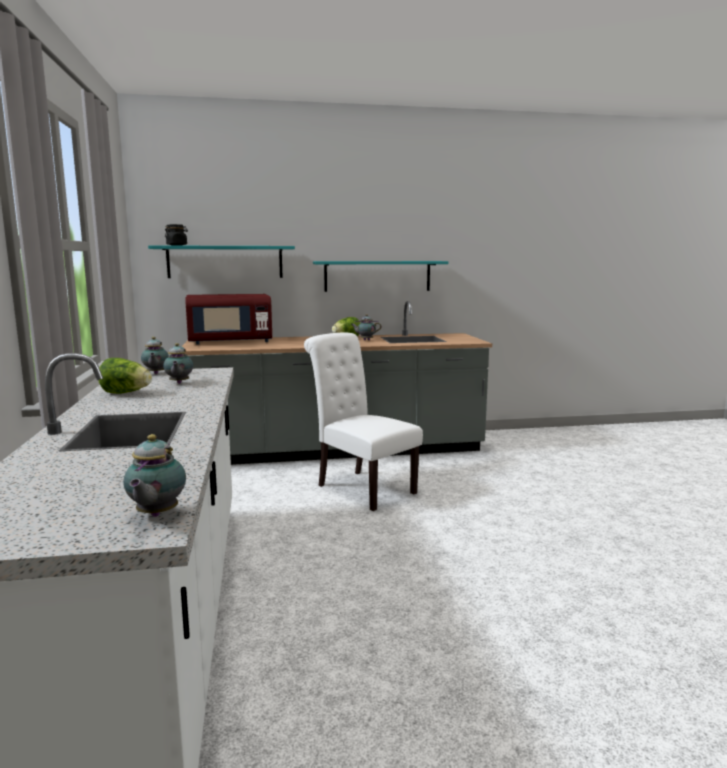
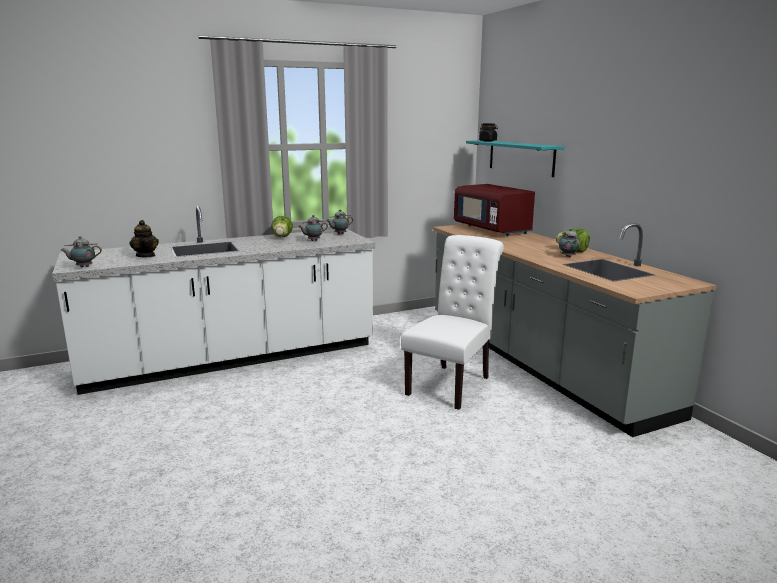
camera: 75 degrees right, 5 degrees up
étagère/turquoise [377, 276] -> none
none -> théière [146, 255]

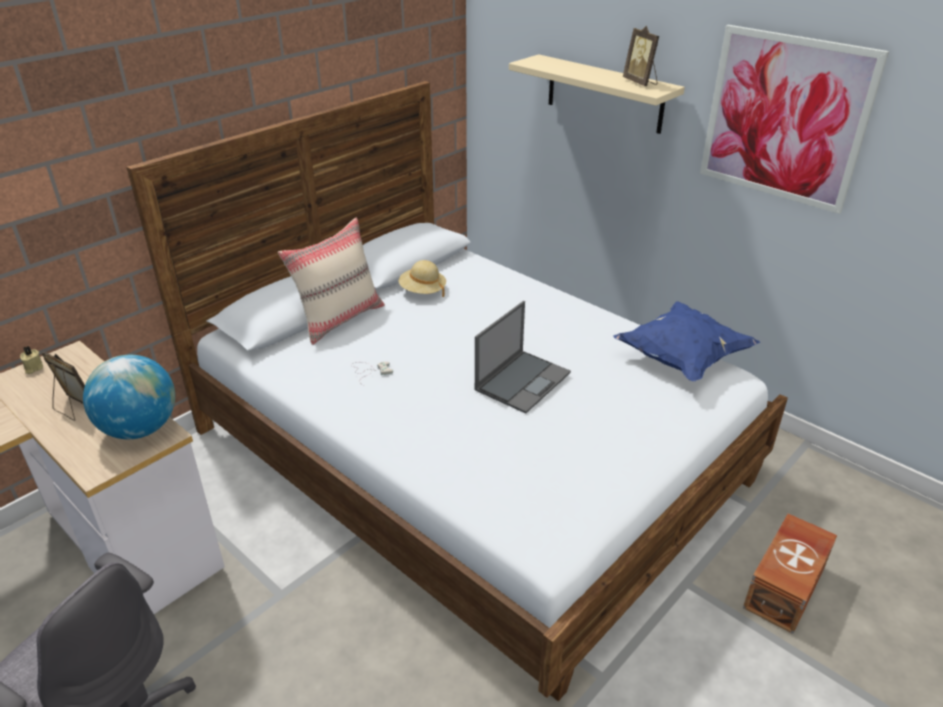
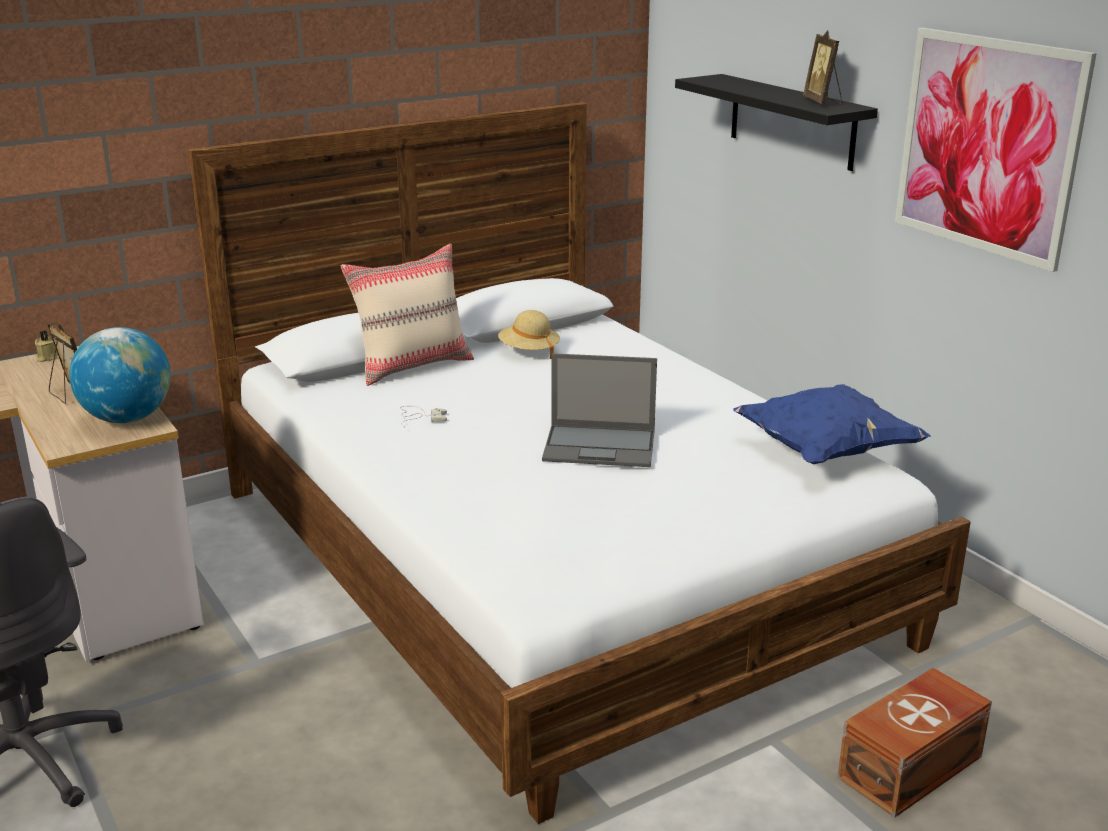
camera: 15 degrees right, 10 degrees down
étagère/beige [604, 94] -> étagère/noir [792, 121]
ordinateur portable [523, 380] -> ordinateur portable [601, 446], 45 degrees clockwise

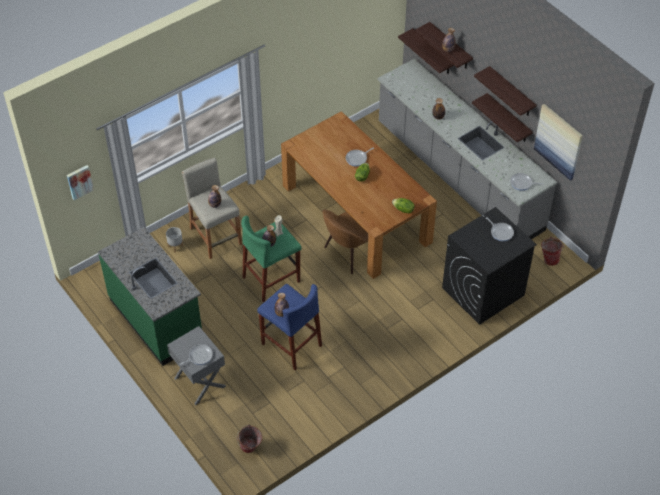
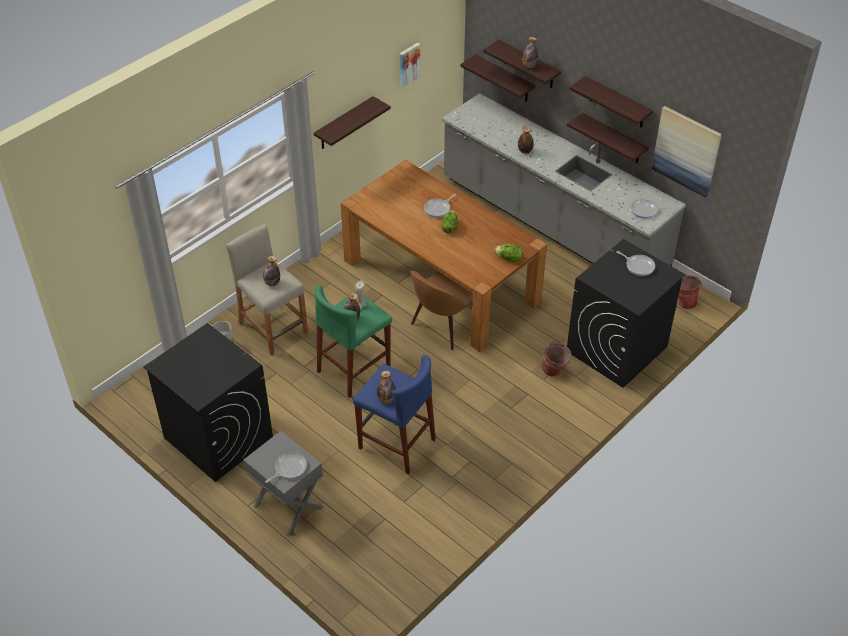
camera: 10 degrees left, 5 degrees down
none -> étagère [344, 124]
tableau [79, 181] -> tableau [408, 64], relocated
seau [250, 449] -> seau [554, 372], relocated
comptoir de cuisine/vert [157, 319] -> lave-linge/noir [217, 437]

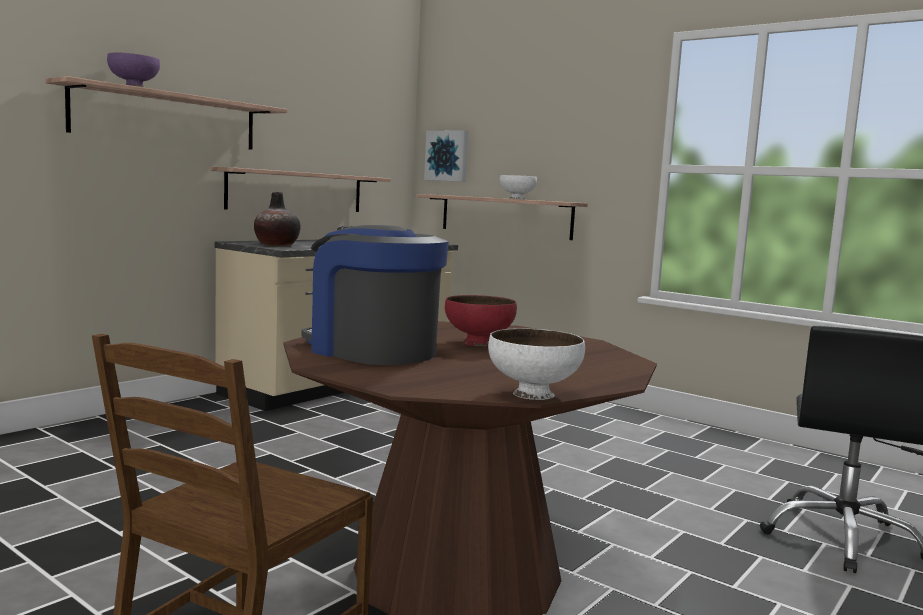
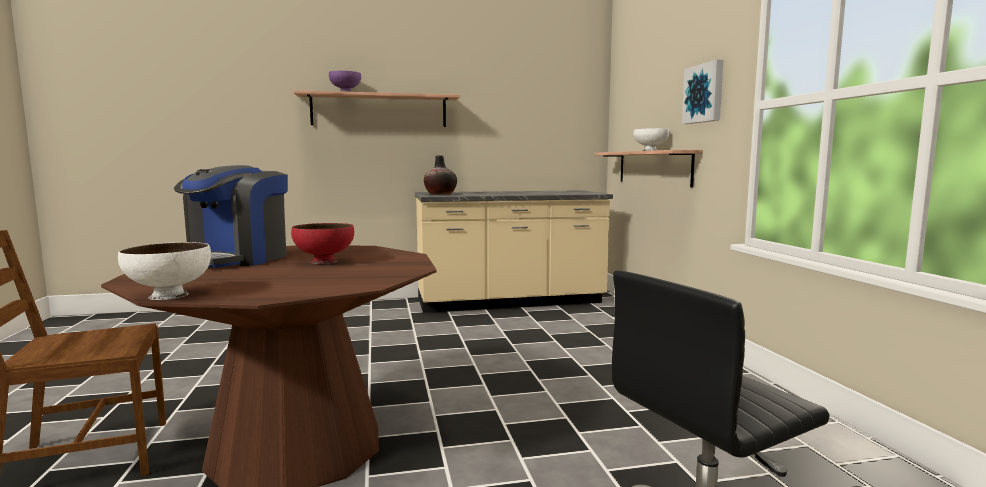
camera: 40 degrees right, 0 degrees up
étagère [297, 191] -> none
tableau [447, 156] -> tableau [704, 93], relocated
machine à café [371, 350] -> machine à café [237, 259], 150 degrees counterclockwise

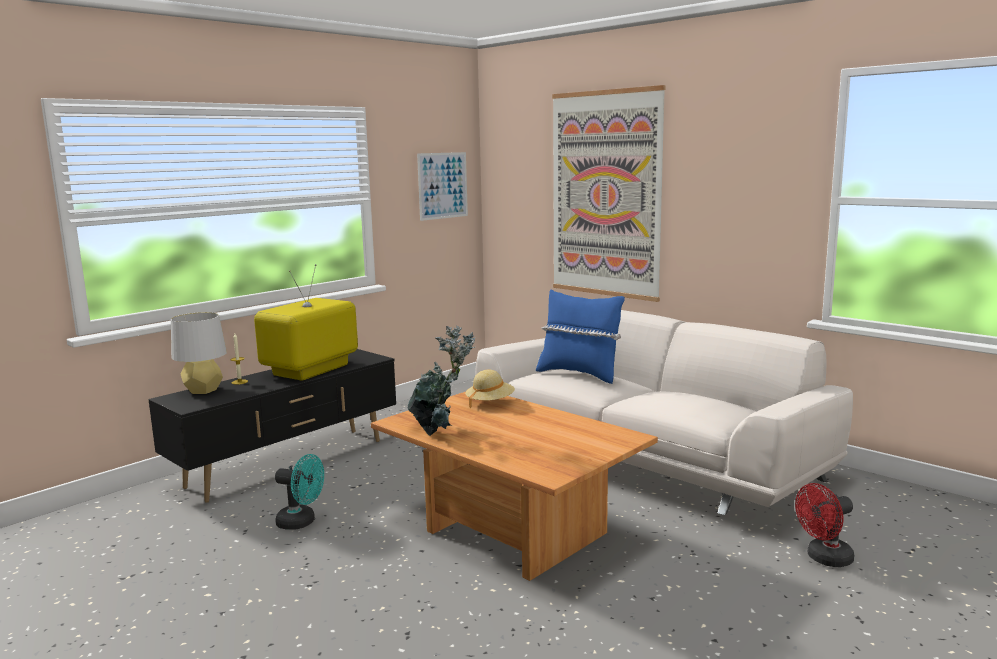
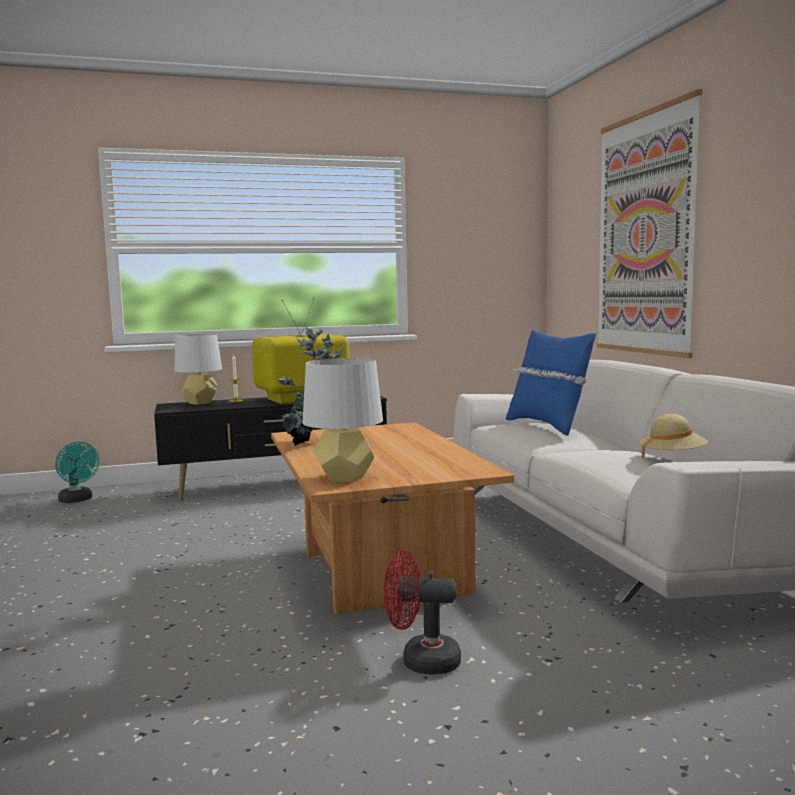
camera: 30 degrees right, 5 degrees down
tableau [443, 185] -> none
none -> lampe de table/gris [344, 478]
ventilateur/turquoise [301, 522] -> ventilateur/turquoise [78, 500], relocated
chapeau/beige [490, 402] -> chapeau/beige [672, 457], relocated
ventilateur/rouge [824, 559] -> ventilateur/rouge [421, 661], relocated

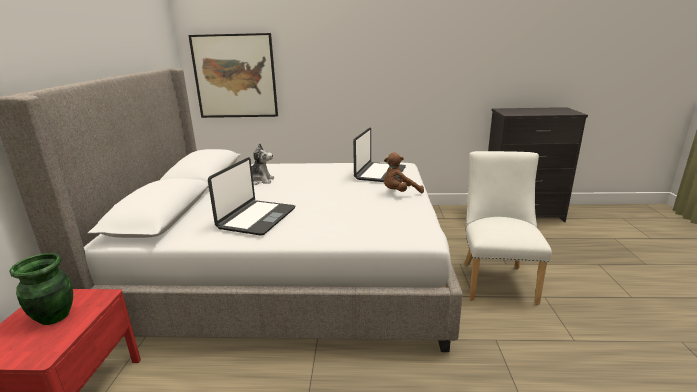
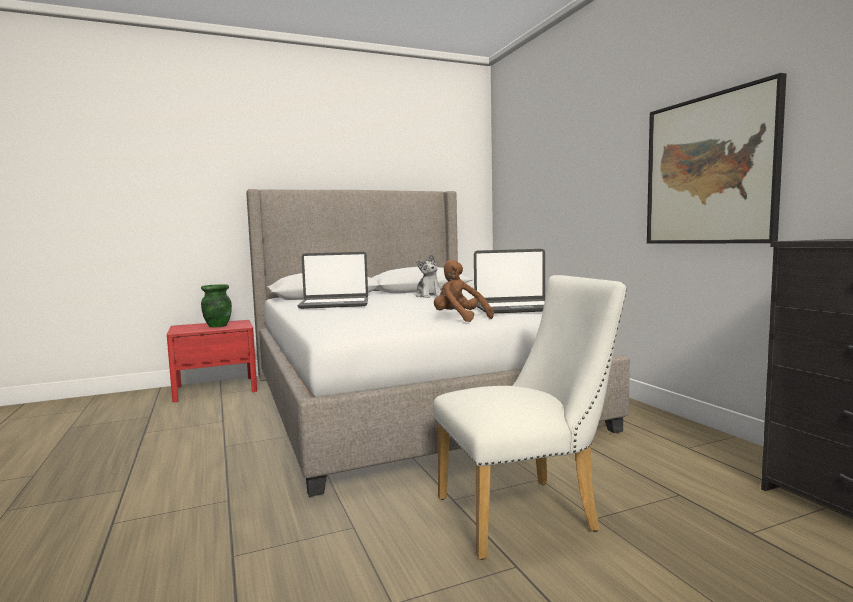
camera: 65 degrees right, 15 degrees down
tableau [235, 76] -> tableau [709, 170], relocated

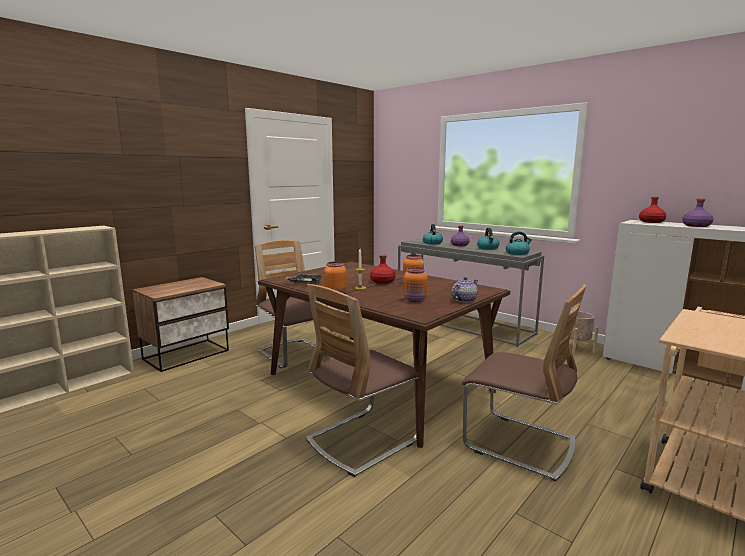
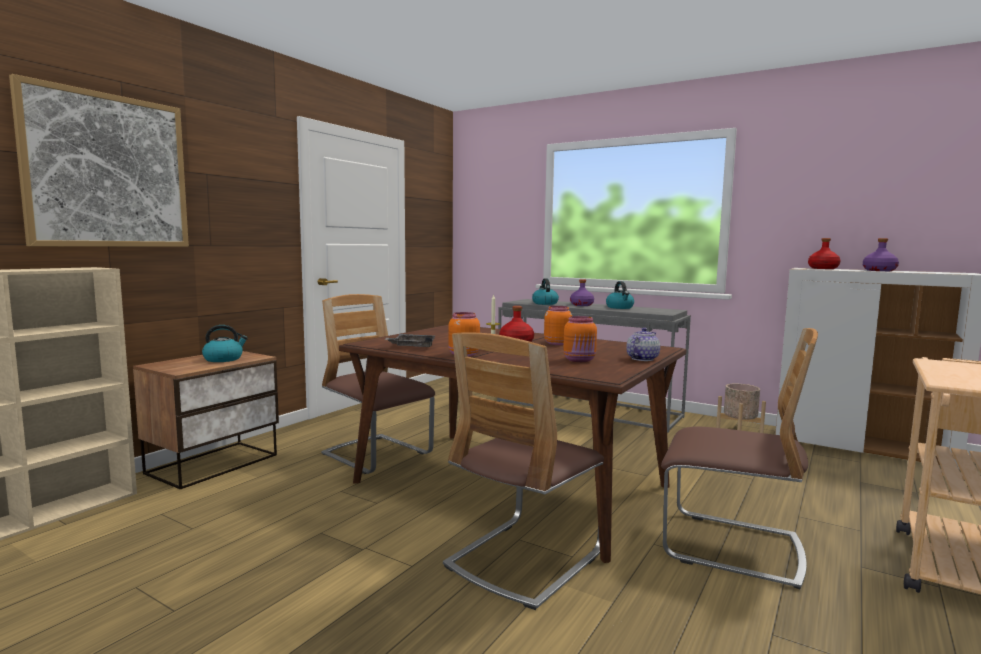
camera: 10 degrees left, 5 degrees down
none -> tableau [108, 171]
bouilloire [517, 253] -> bouilloire [224, 359], relocated

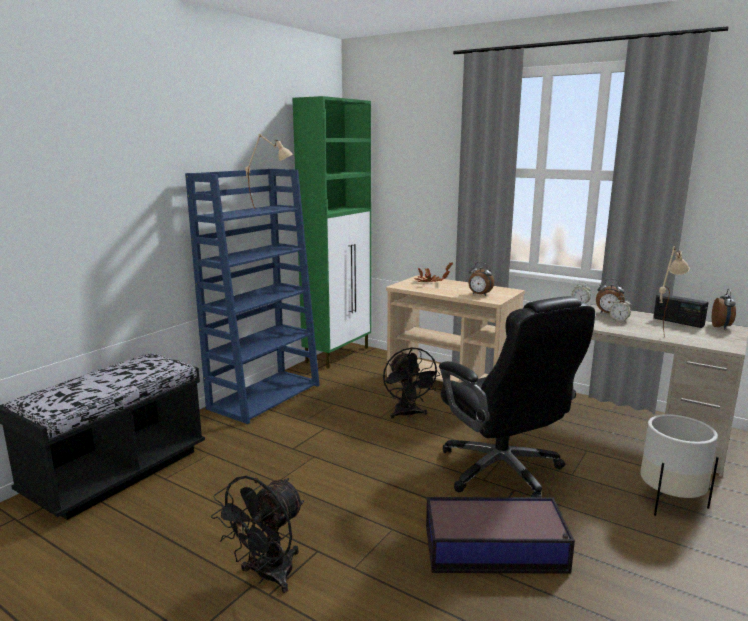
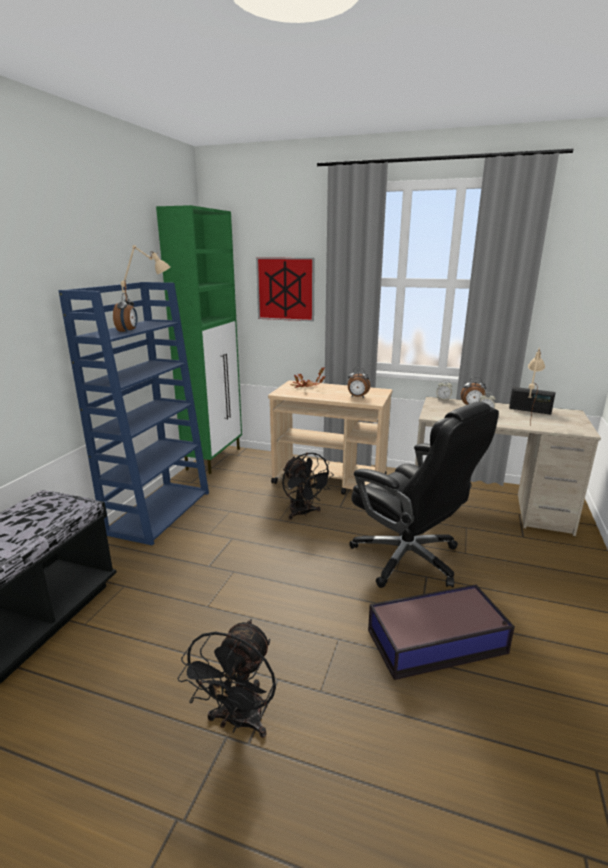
camera: 15 degrees left, 5 degrees up
cache-pot/blanc [670, 501] -> none
none -> tableau [285, 289]
réveil [721, 327] -> réveil [128, 331], relocated

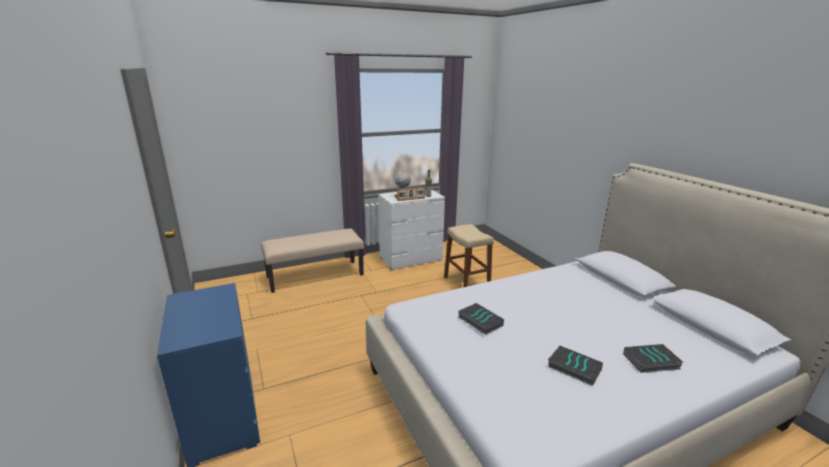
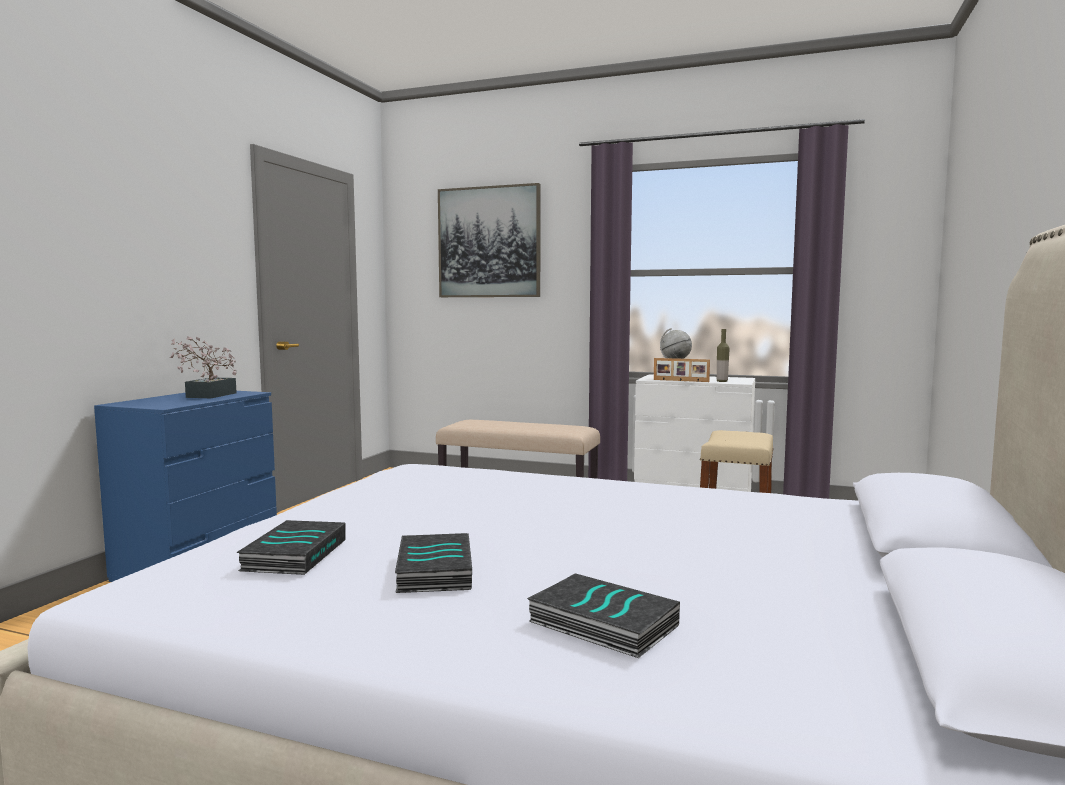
camera: 45 degrees right, 15 degrees down
none -> plante en pot [207, 396]
none -> tableau [489, 242]
livre [479, 321] -> livre [293, 554], relocated

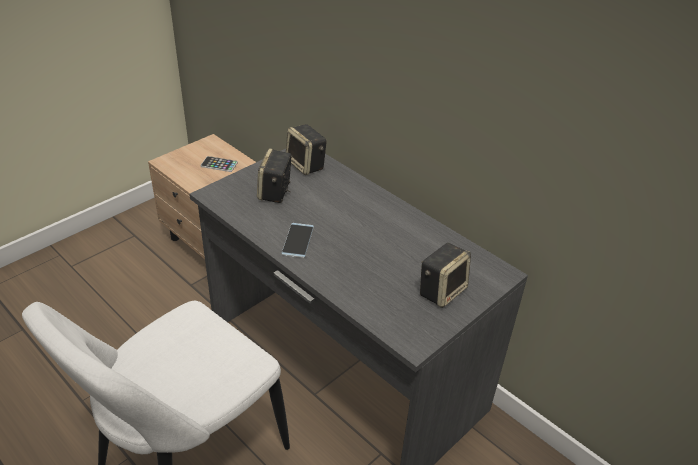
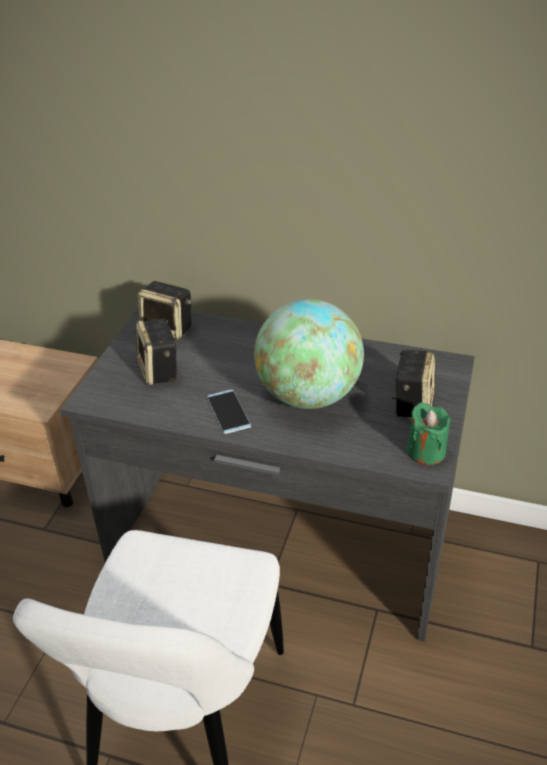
camera: 25 degrees left, 0 degrees up
téléphone [219, 164] -> none
none -> globe [308, 395]
none -> bougie/vert [426, 451]

